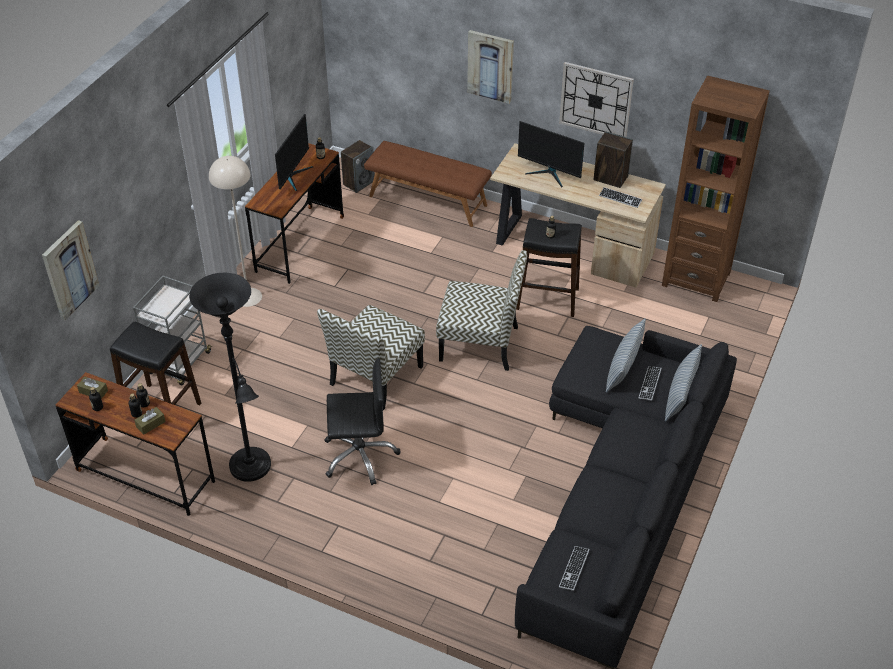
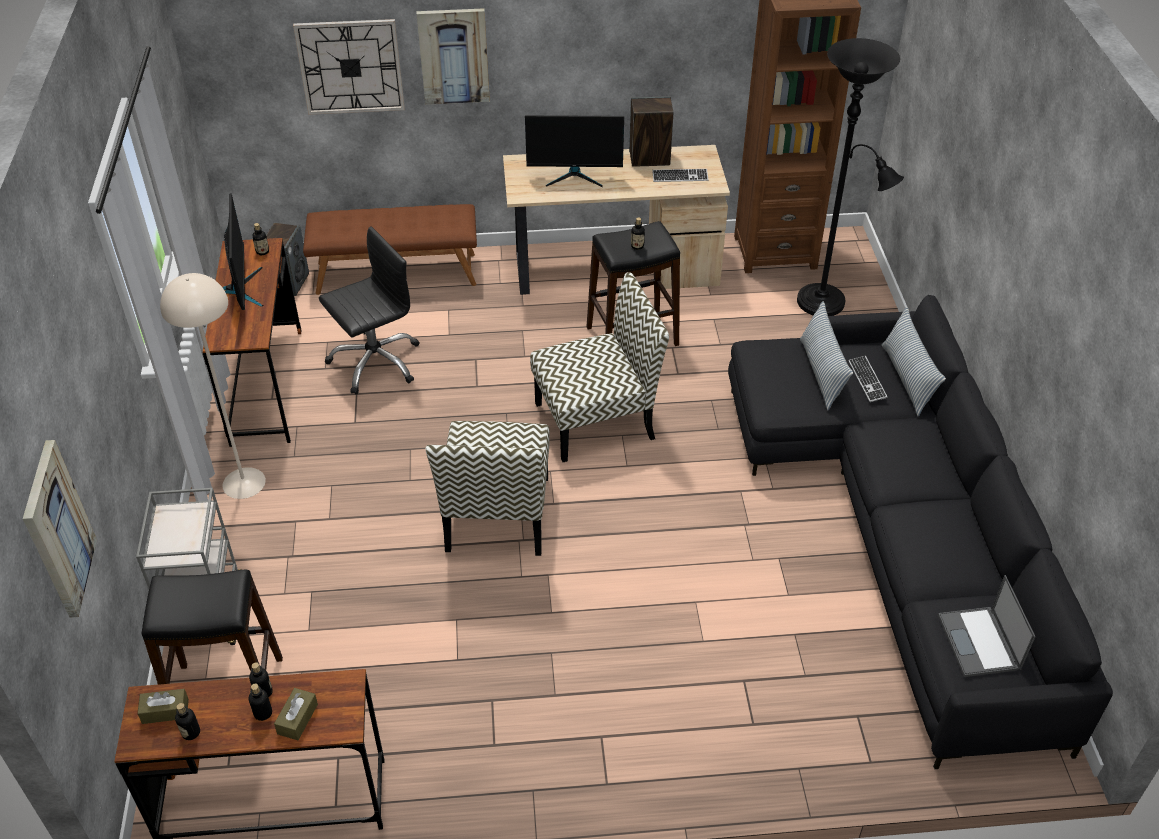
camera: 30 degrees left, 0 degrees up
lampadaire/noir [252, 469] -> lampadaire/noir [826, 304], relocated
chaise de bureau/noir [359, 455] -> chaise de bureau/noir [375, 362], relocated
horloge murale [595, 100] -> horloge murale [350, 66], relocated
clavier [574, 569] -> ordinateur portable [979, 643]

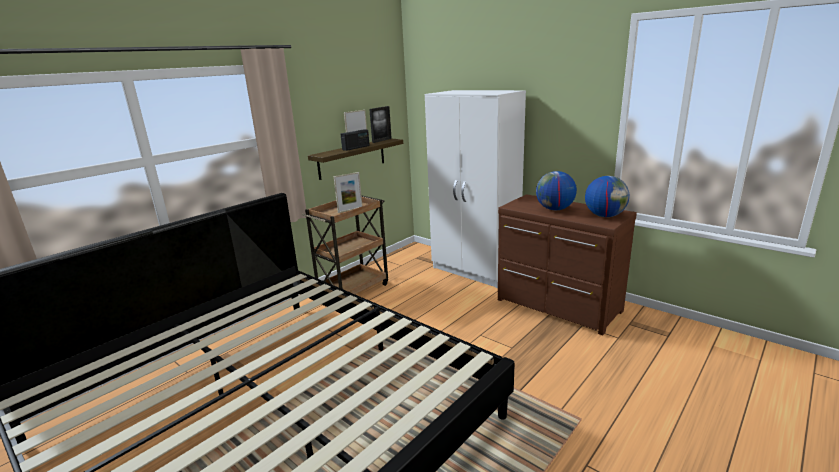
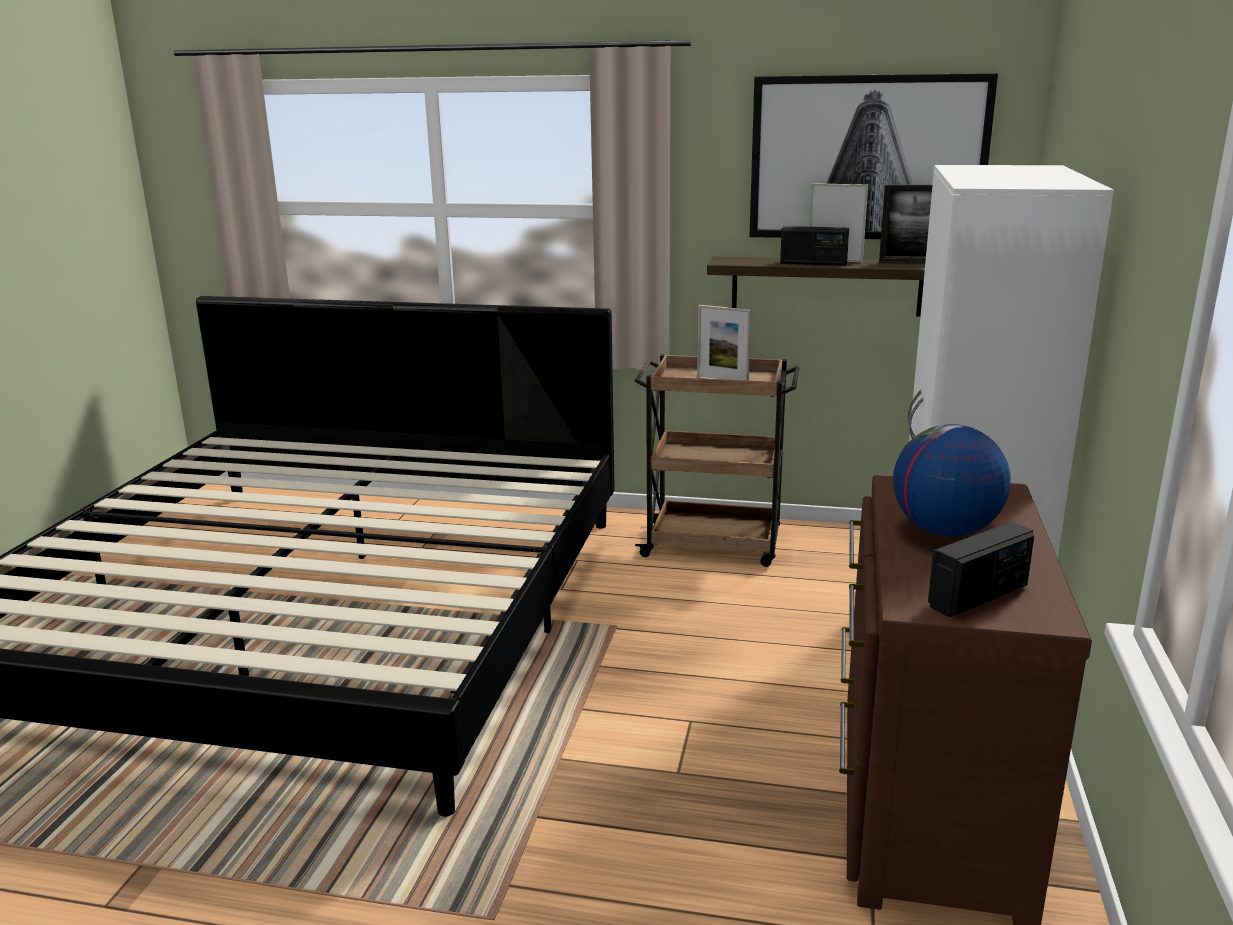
camera: 60 degrees right, 0 degrees up
none -> tableau [867, 158]
globe [604, 216] -> radio [978, 596]

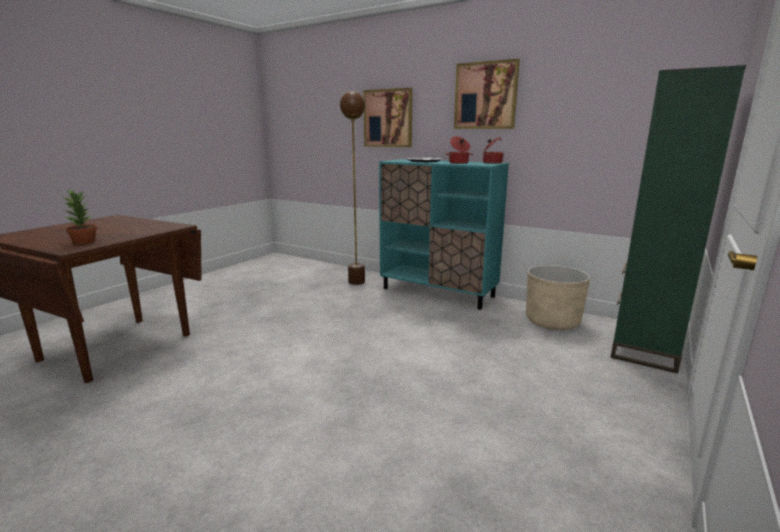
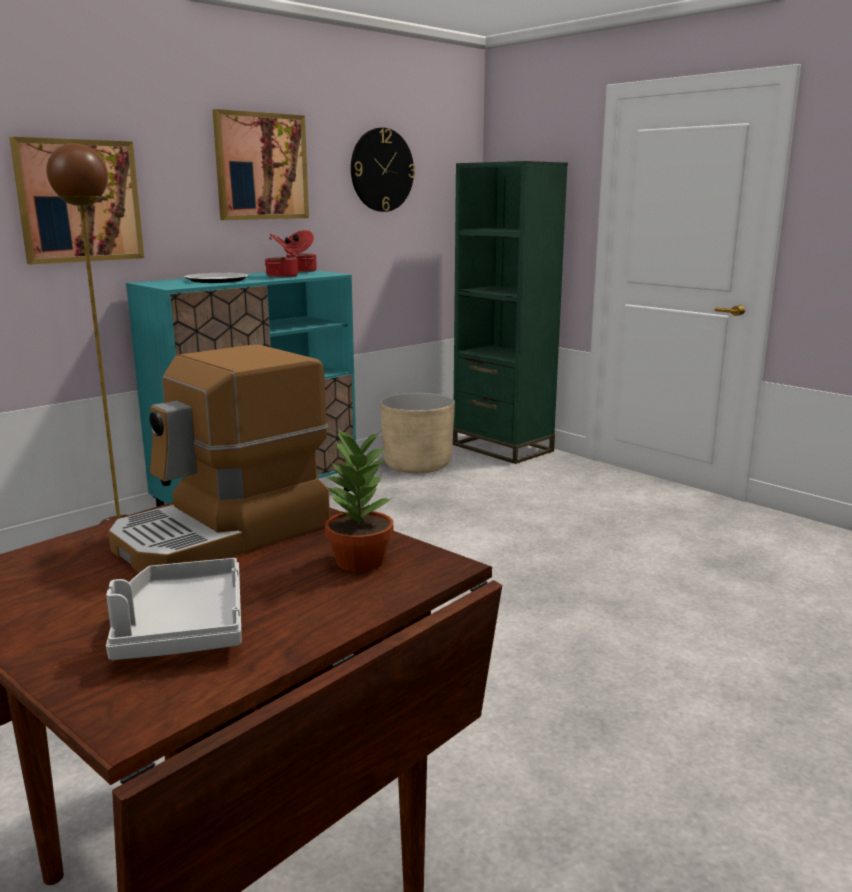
camera: 75 degrees left, 0 degrees up
none -> plateau/gris [181, 628]
none -> machine à café [224, 534]
none -> horloge murale [382, 170]

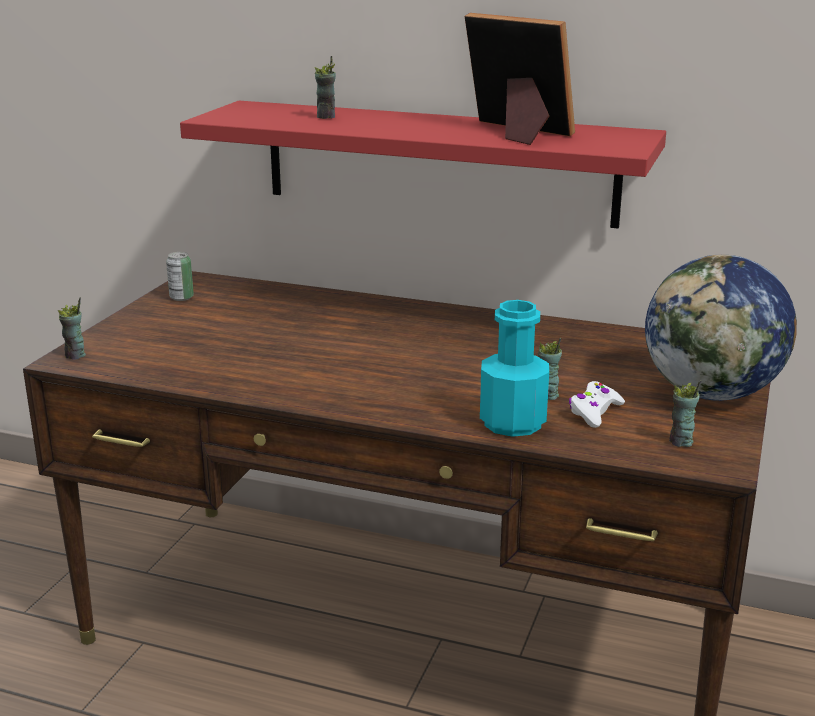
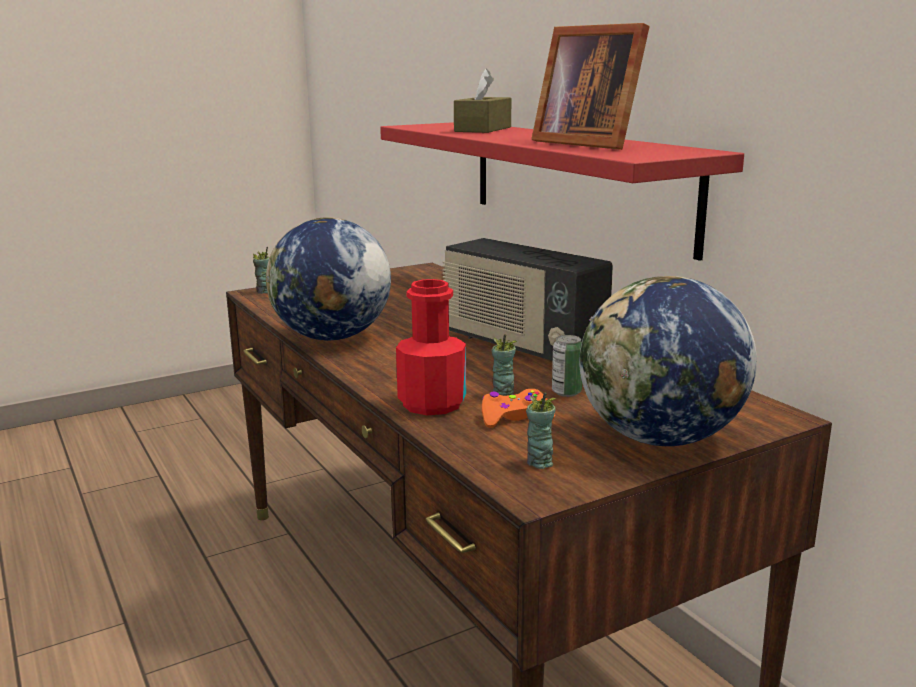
camera: 40 degrees right, 5 degrees down
none -> globe [331, 337]
none -> radio [521, 346]
boîte métallique [181, 297] -> boîte métallique [566, 392], relocated
tasse [326, 117] -> boîte à mouchoirs/marron [483, 129]
bouteille/turquoise [512, 423] -> bouteille/rouge [432, 403]
manette/blanc [594, 412] -> manette/orange [515, 417]
cadre photo [516, 132] -> cadre photo [587, 143], 150 degrees clockwise

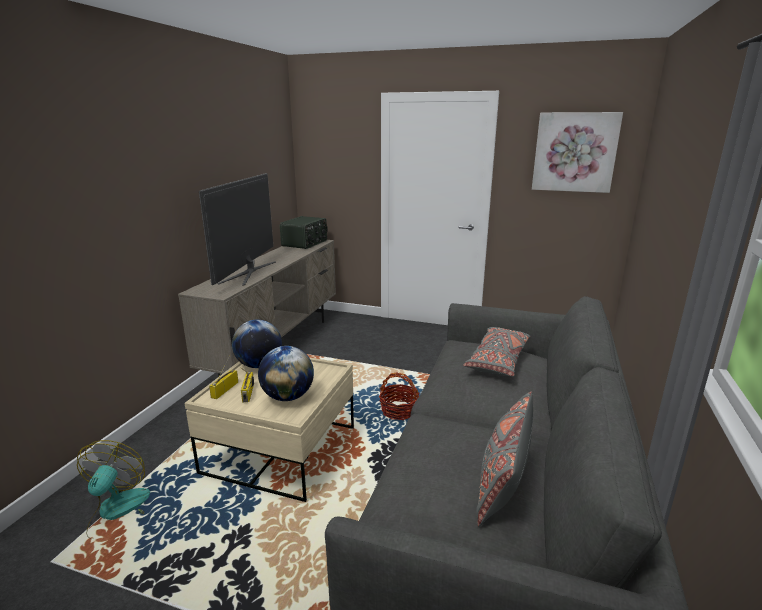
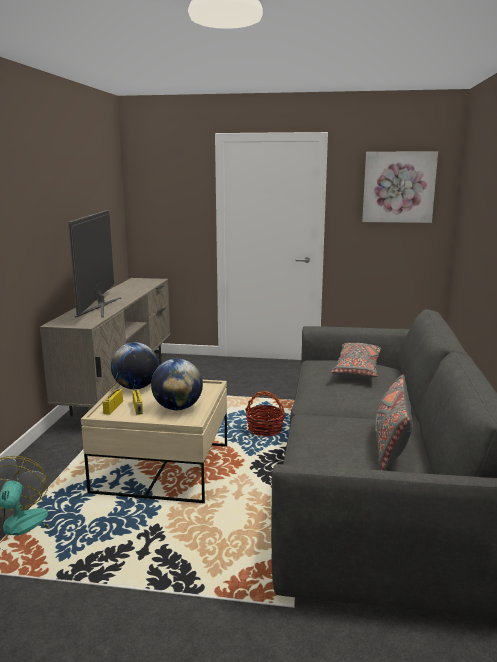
camera: 10 degrees left, 5 degrees down
radio [305, 243] -> none

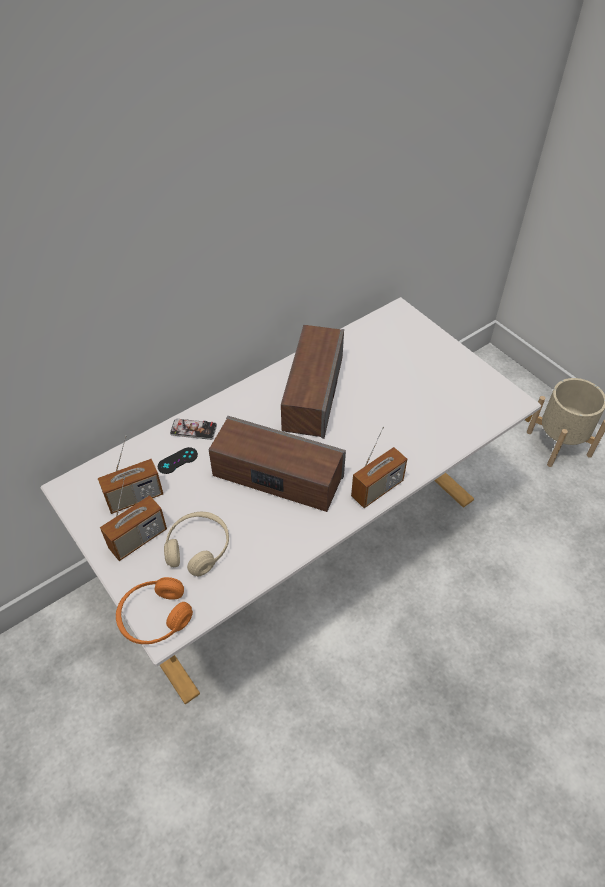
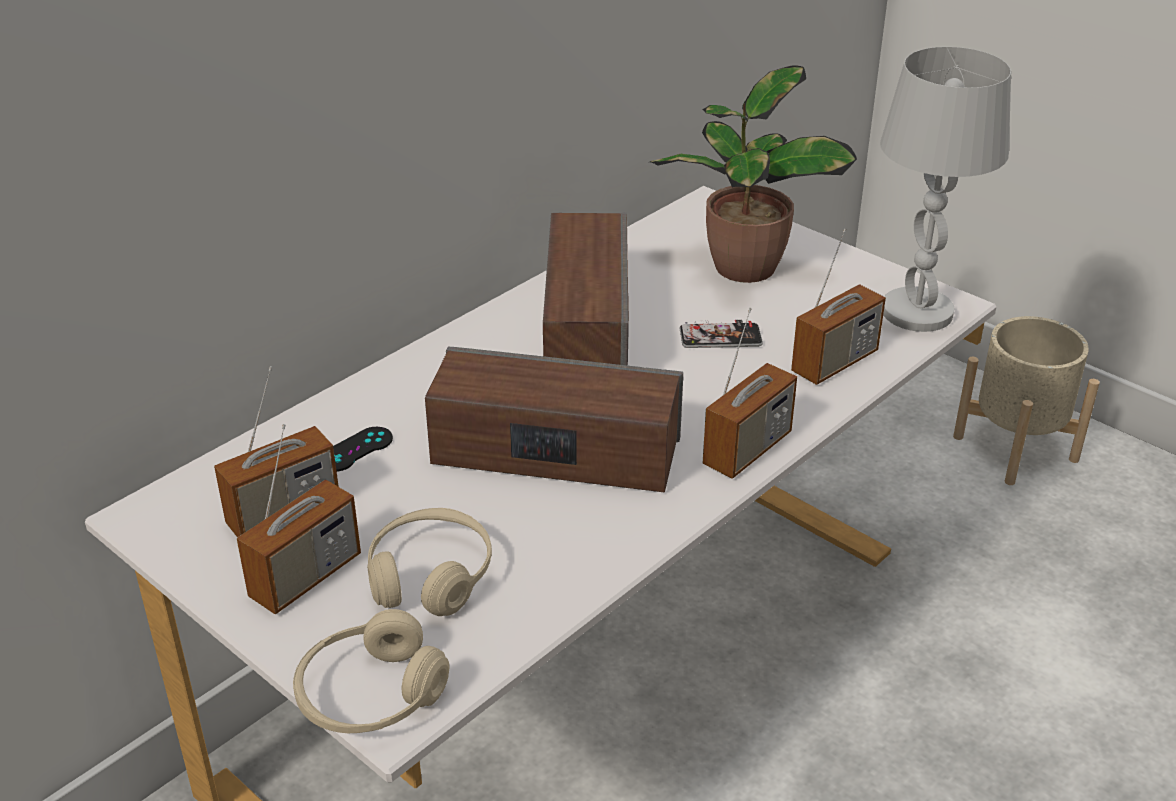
camera: 10 degrees left, 15 degrees down
none -> plante en pot [742, 269]
none -> radio [834, 362]
none -> lampe de table/blanc [916, 312]
téléphone [193, 429] -> téléphone [720, 337], relocated
casque audio/orange [155, 617] -> casque audio/beige [371, 695]

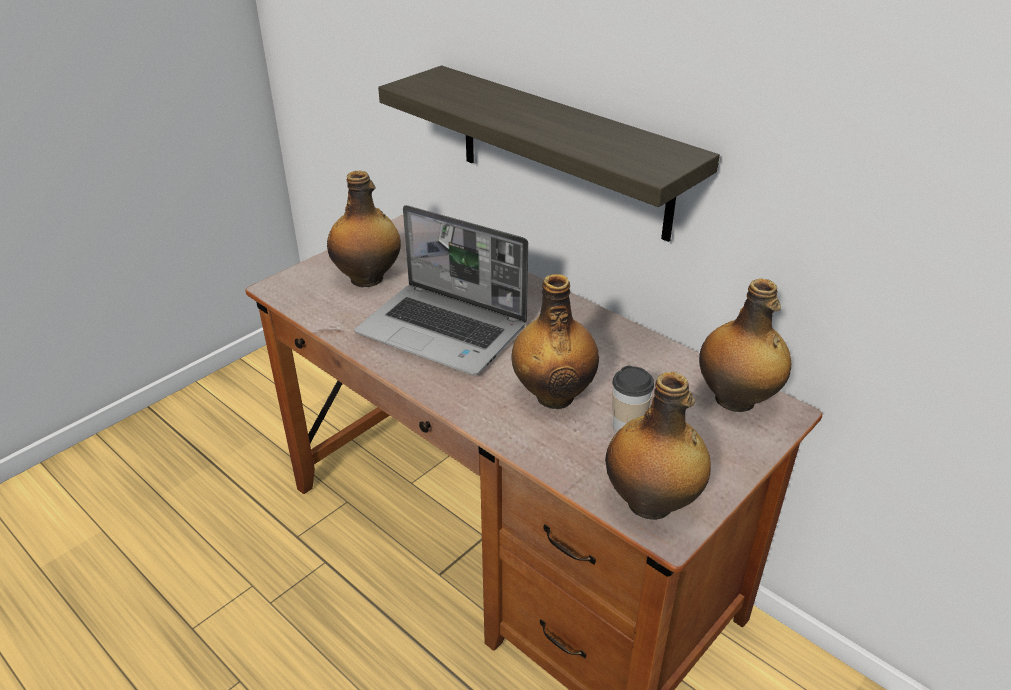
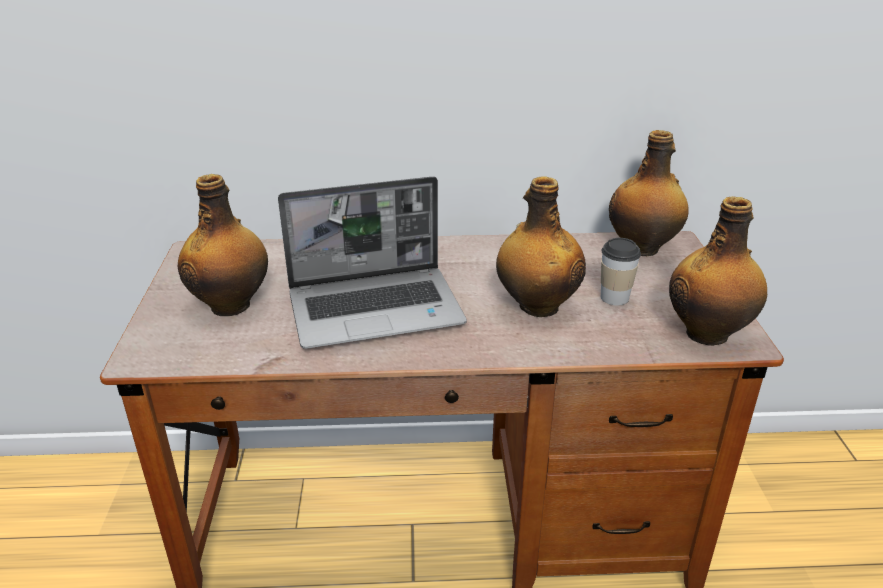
camera: 45 degrees left, 5 degrees down
étagère [562, 152] -> none

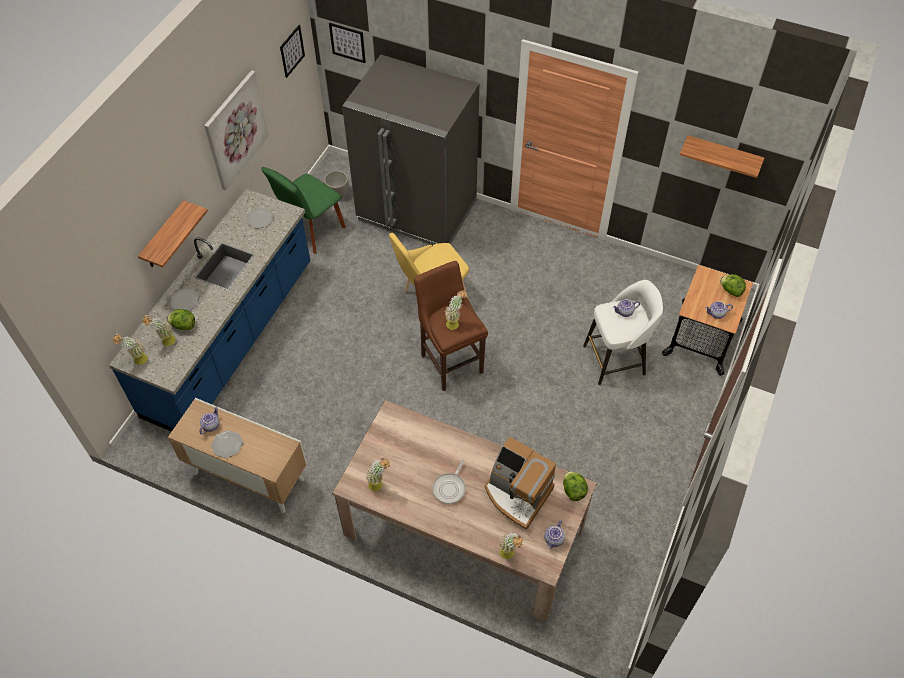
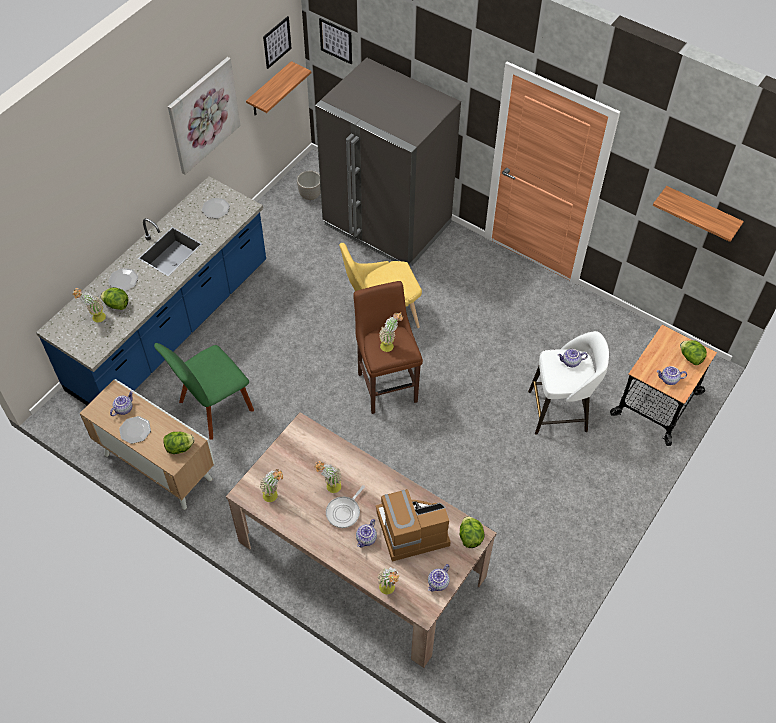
camera: 10 degrees right, 0 degrees up
none -> laitue [180, 448]
none -> théière [366, 539]
plante en pot [137, 361] -> plante en pot [330, 488], relocated
étagère [164, 237] -> étagère [269, 90], relocated
chaise/vert [310, 230] -> chaise/vert [213, 408], relocated
machine à café [517, 494] -> machine à café [411, 530], 120 degrees clockwise

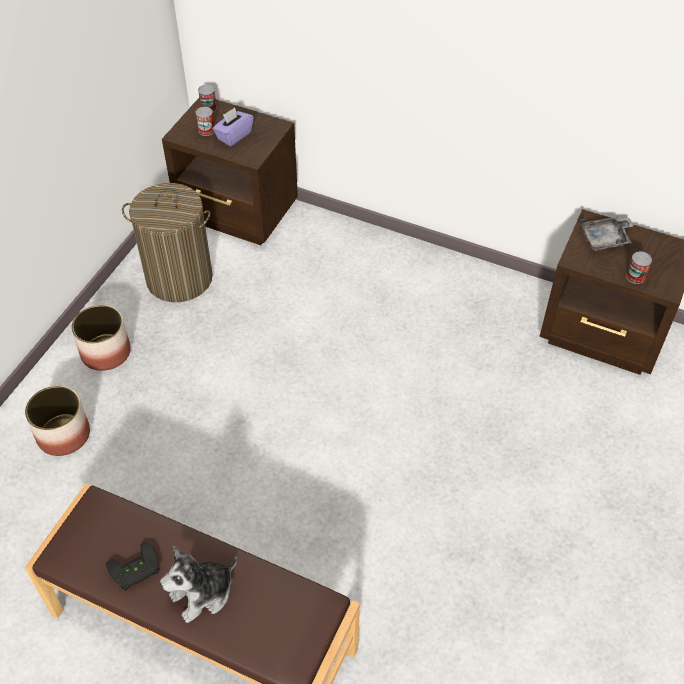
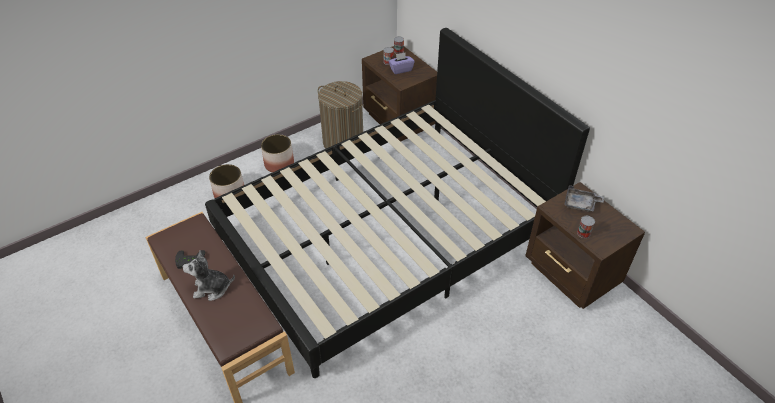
camera: 30 degrees right, 5 degrees down
none -> lit/noir [388, 235]

